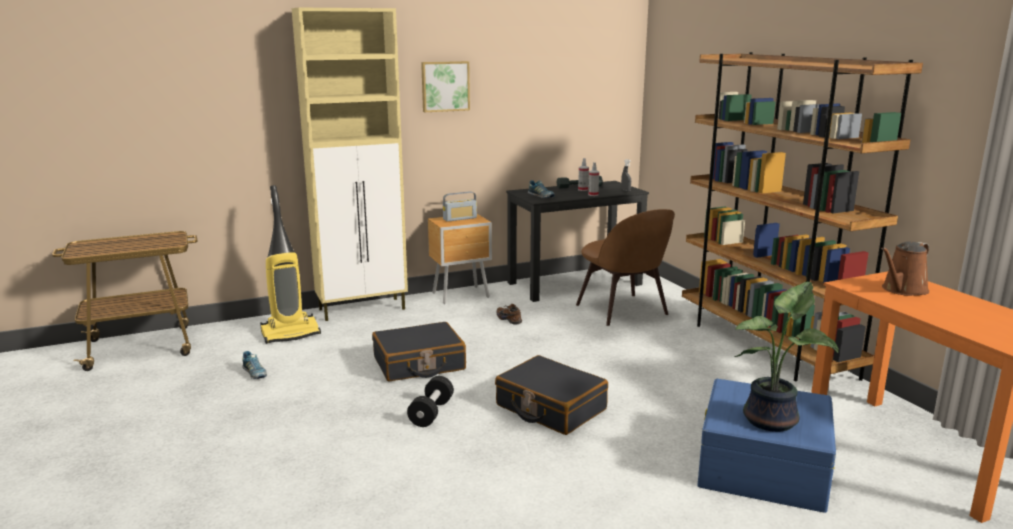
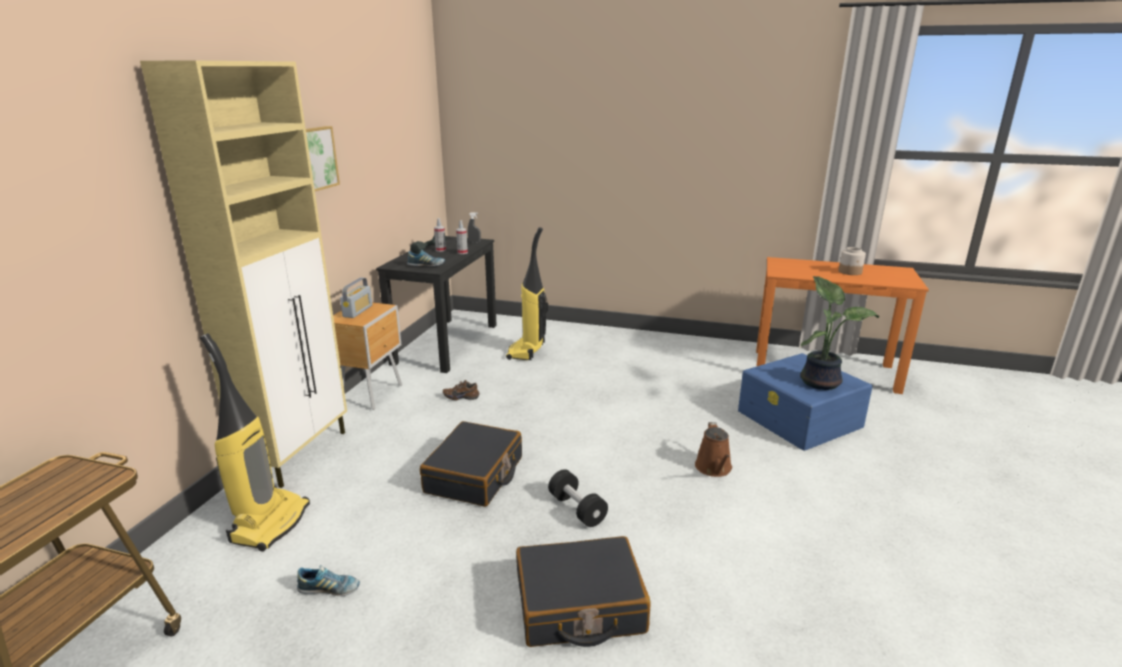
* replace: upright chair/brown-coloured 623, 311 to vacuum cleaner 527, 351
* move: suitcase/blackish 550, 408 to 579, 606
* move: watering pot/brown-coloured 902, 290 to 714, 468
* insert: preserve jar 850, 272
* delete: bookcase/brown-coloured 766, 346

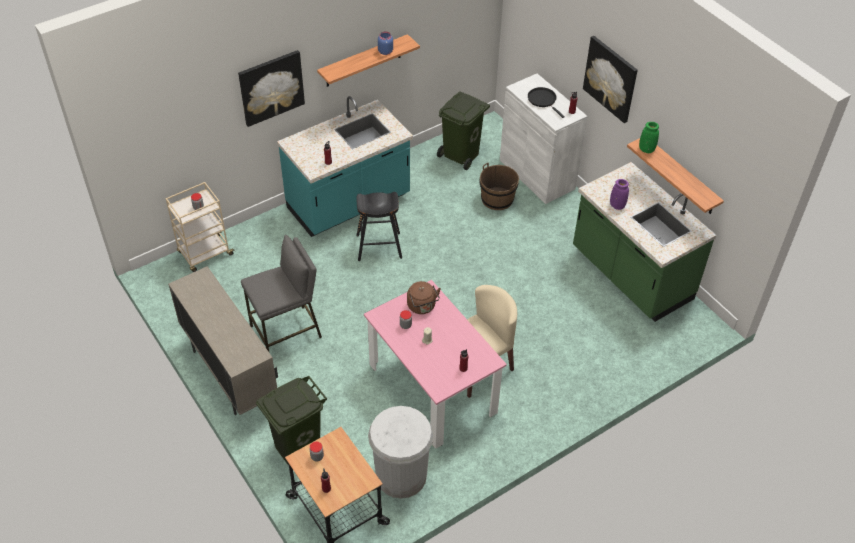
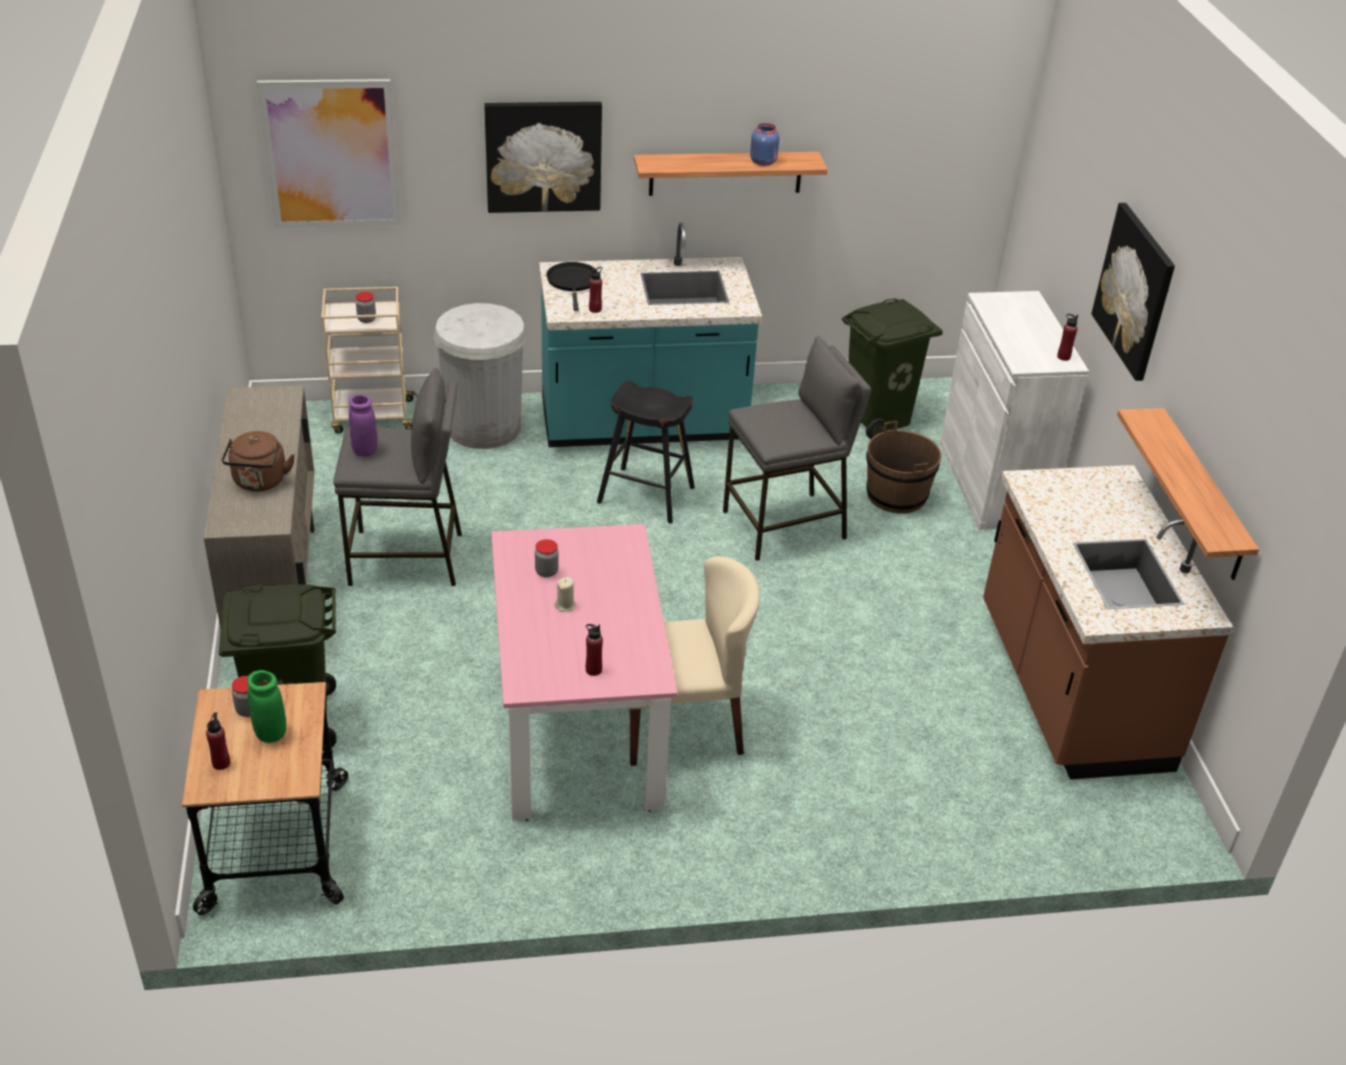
* move: tea kettle/brown-coloured 422, 307 to 259, 482
* move: flower vase/greenish 646, 149 to 270, 733
* insert: wall art 331, 154
* move: flower vase/purple-coloured 617, 205 to 365, 450
* move: rubbish bin/white-coloured 401, 476 to 483, 427
* move: frying pan/blackish 543, 100 to 573, 282
* insert: stool seat/grey 785, 526
* recolor: counter/greenish 630, 275 to counter/brown-coloured 1069, 689

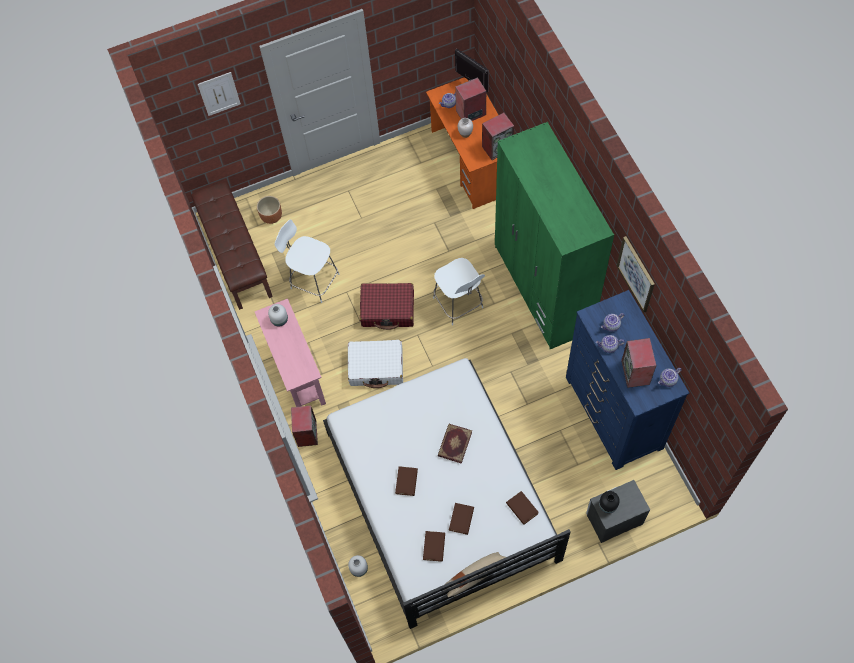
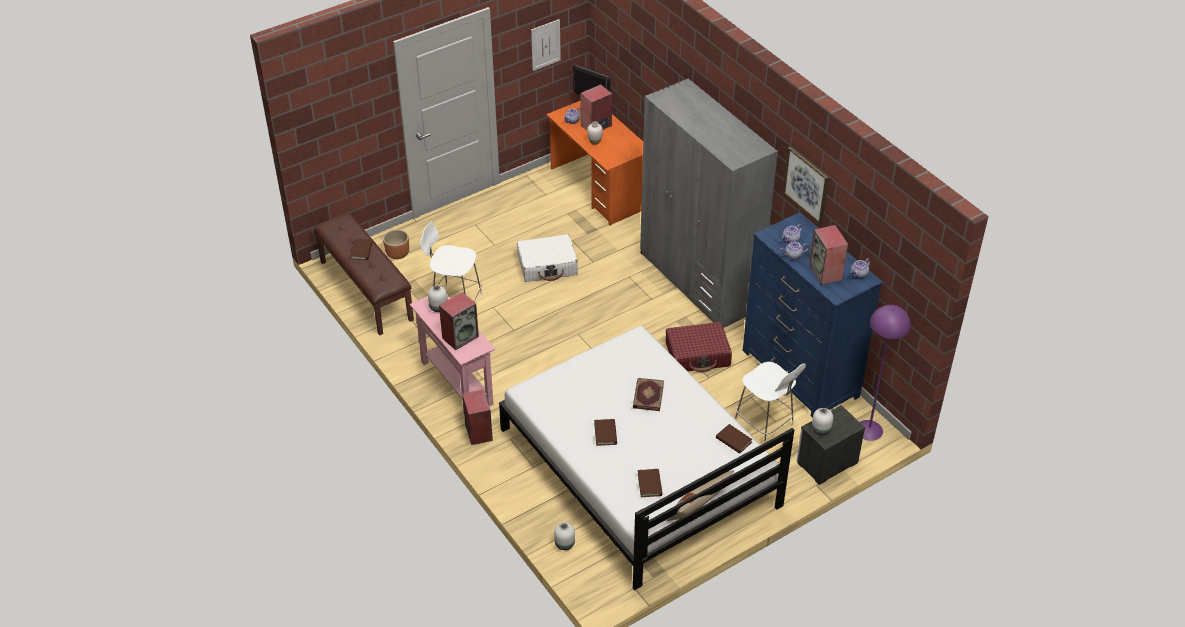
* move: book/brown-coloured 461, 519 to 361, 251
* move: speaker 497, 147 to 460, 337
* move: suitcase/white-coloured 376, 367 to 547, 265
* move: wall art 219, 93 to 545, 44
* recolor: wardrobe/greenish 543, 289 to wardrobe/grey 698, 281
* move: suitcase/red-coloured 388, 309 to 698, 354
* move: upright chair/white-coloured 459, 304 to 765, 424
* recolor: flower vase/blackish 607, 505 to flower vase/white-coloured 820, 429
* insert: standing lamp/purple-coloured 869, 430

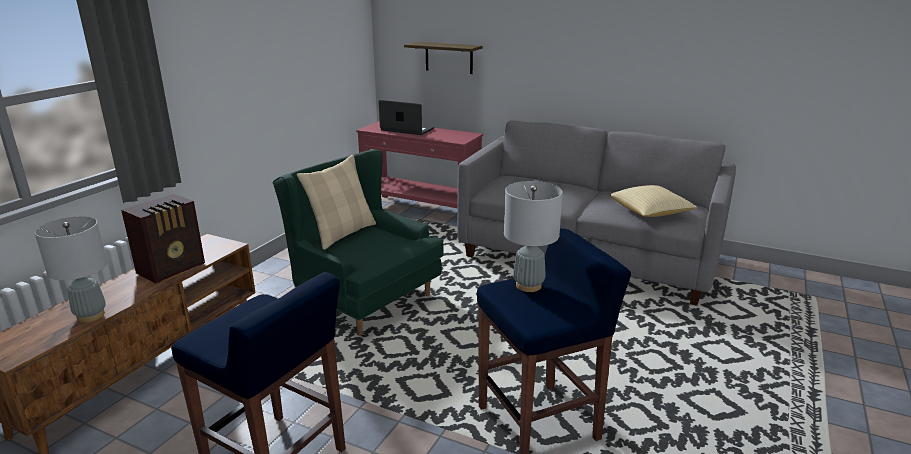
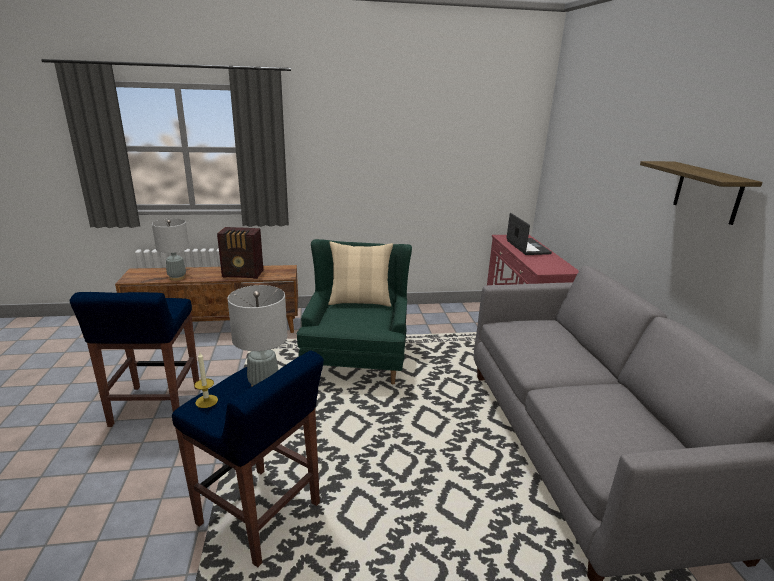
* insert: wax light 206, 401
* move: wall shelf 449, 58 to 707, 192
* delete: pillow 650, 213

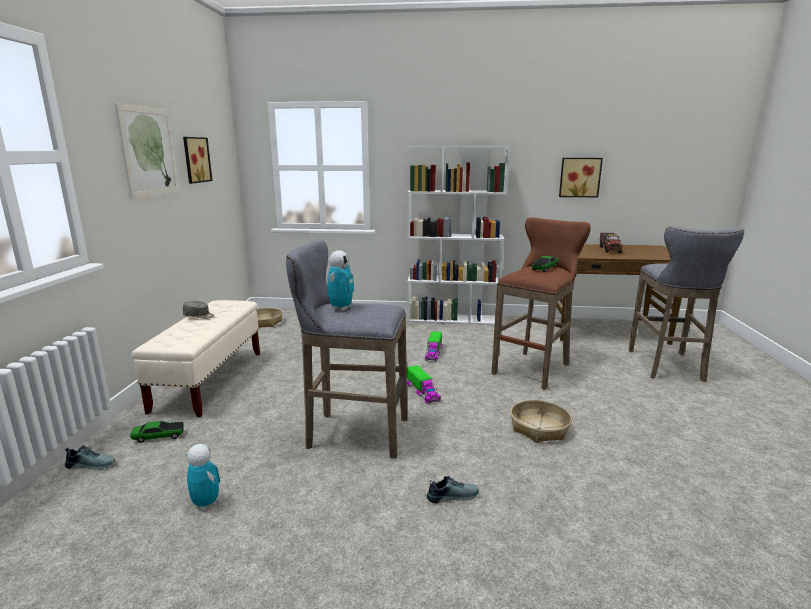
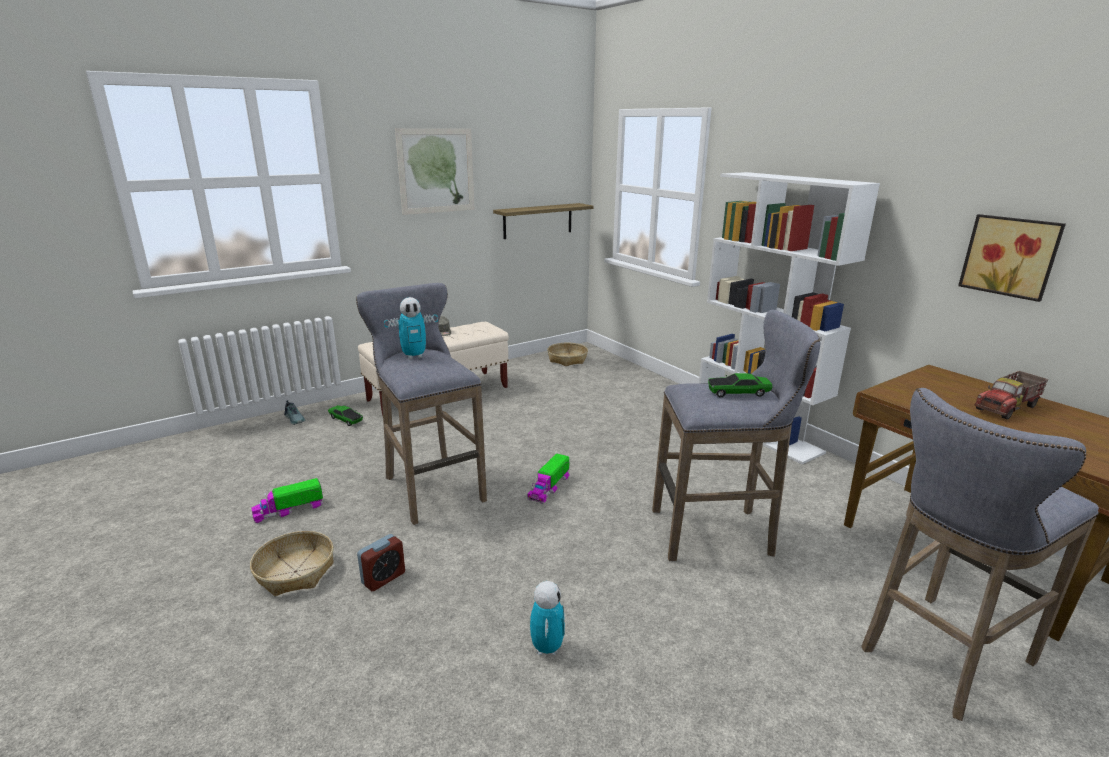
* move: storage basket 539, 428 to 295, 572
* move: model truck 433, 353 to 289, 510
* replace: item of footwear 452, 495 to alarm clock 383, 578
* insert: wall shelf 538, 221
* move: toy robot 206, 503 to 547, 648
* recolor: stool seat/brown-coloured 533, 368 to stool seat/grey 717, 533
* delete: wall art 195, 160

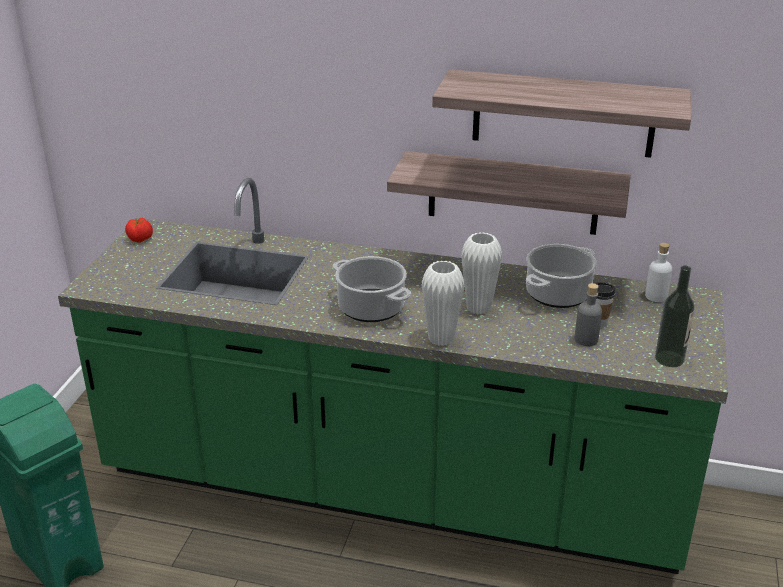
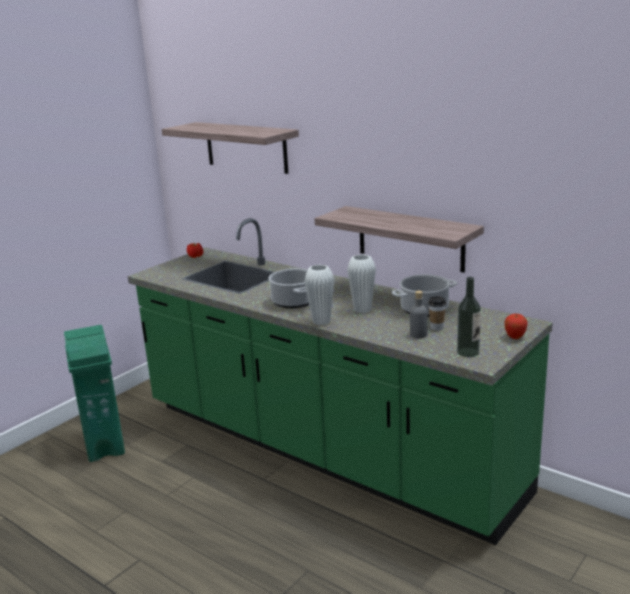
* move: wall shelf 563, 113 to 246, 147
* insert: whole apple 515, 337
* delete: bottle/white-coloured 656, 296

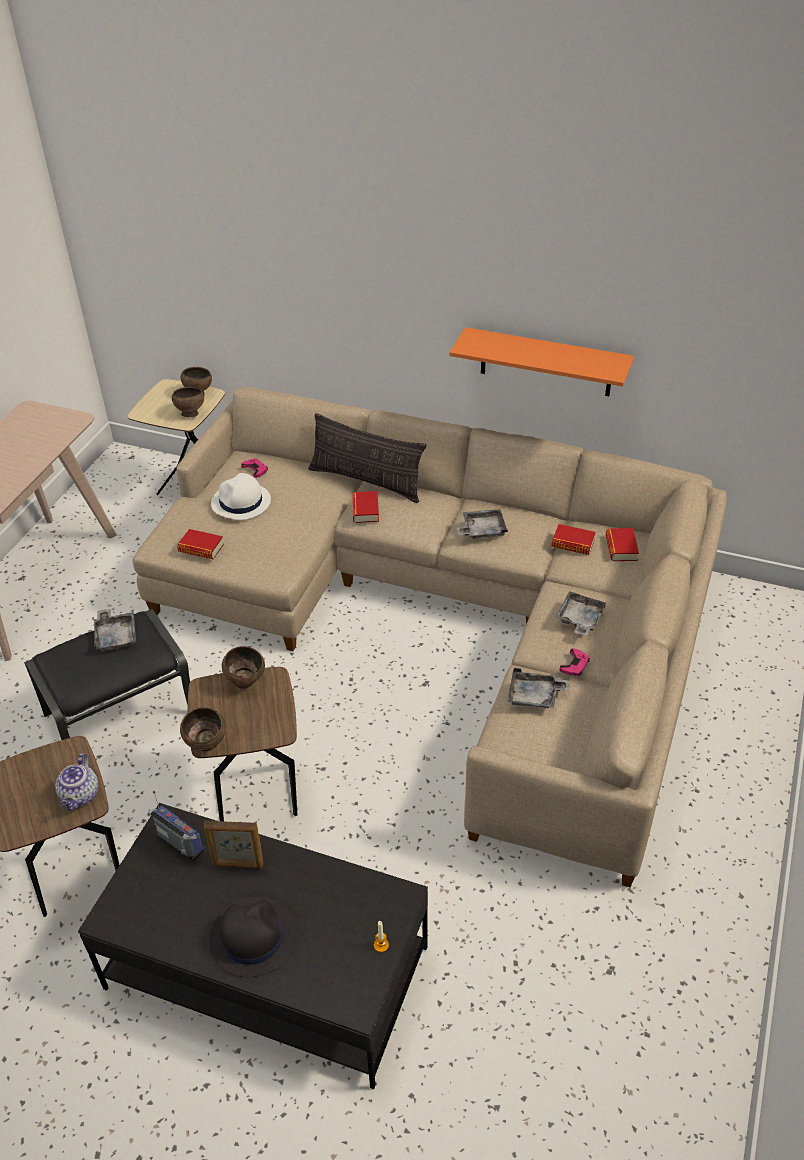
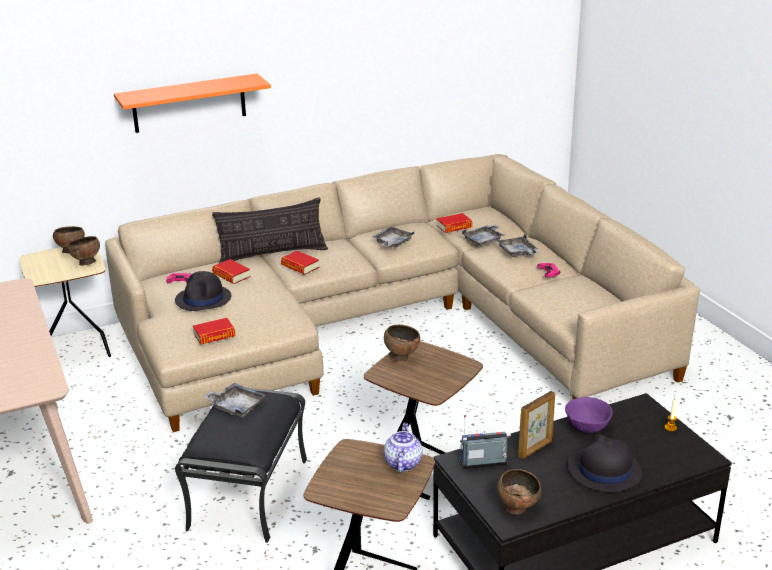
* move: wall shelf/orange-coloured 546, 362 to 189, 103
* recolor: clothing hat/white-coloured 241, 503 to clothing hat/blackish 203, 299
* move: book 621, 548 to 231, 275
* rotate: teapot 80, 796 = 402, 463 135 degrees counterclockwise
* move: serving tray/grey 535, 696 to 484, 240
* move: bowl/brown-coloured 207, 745 to 518, 509
* insert: bowl/purple-coloured 587, 428

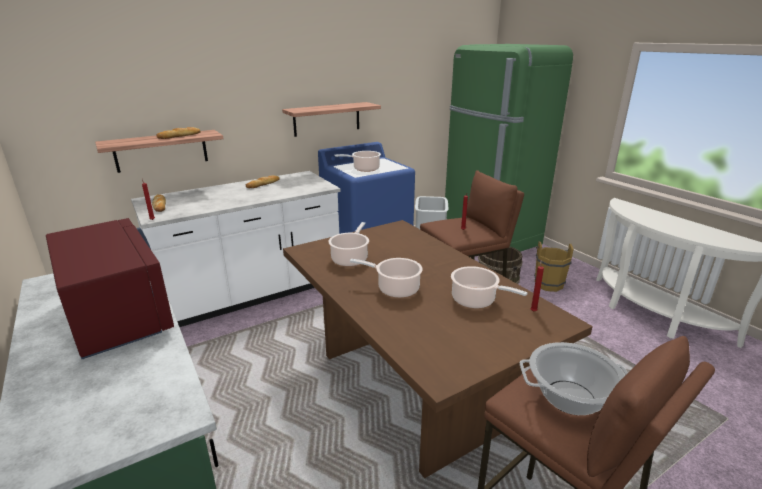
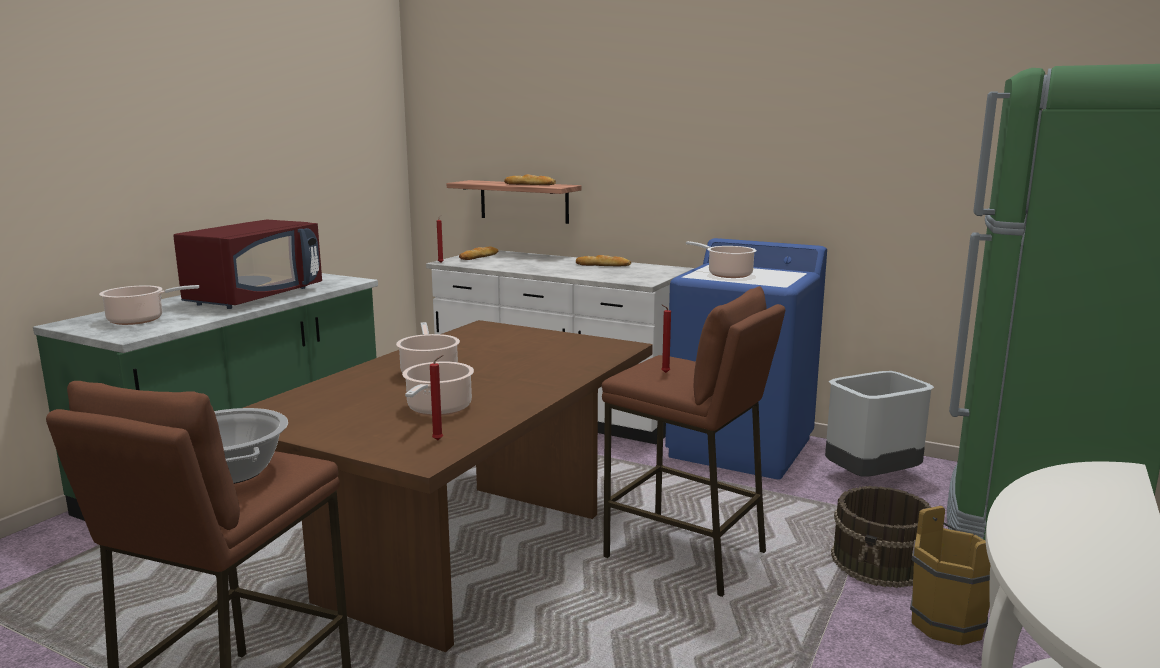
* move: cooking pot 350, 258 to 140, 320
* delete: wall shelf 327, 119

